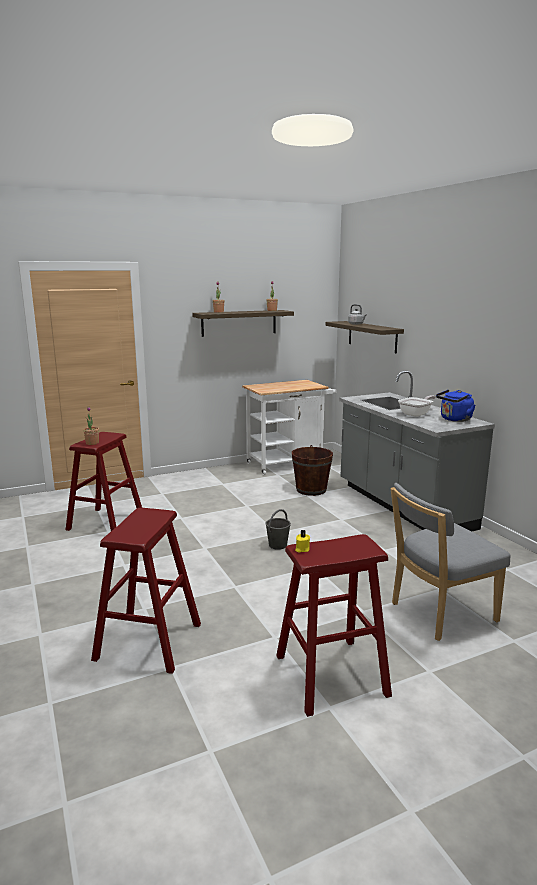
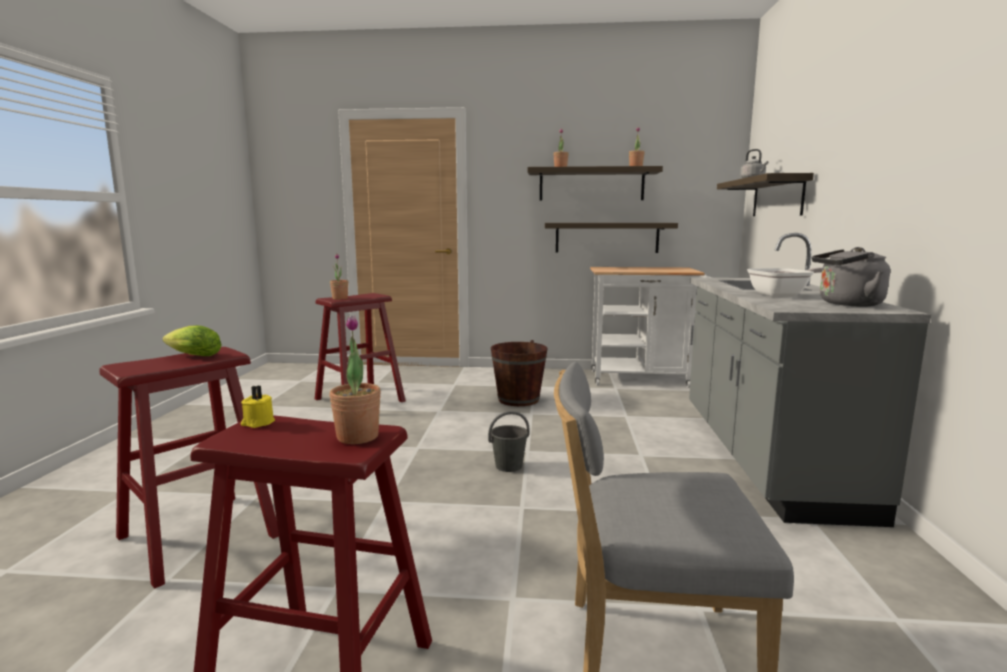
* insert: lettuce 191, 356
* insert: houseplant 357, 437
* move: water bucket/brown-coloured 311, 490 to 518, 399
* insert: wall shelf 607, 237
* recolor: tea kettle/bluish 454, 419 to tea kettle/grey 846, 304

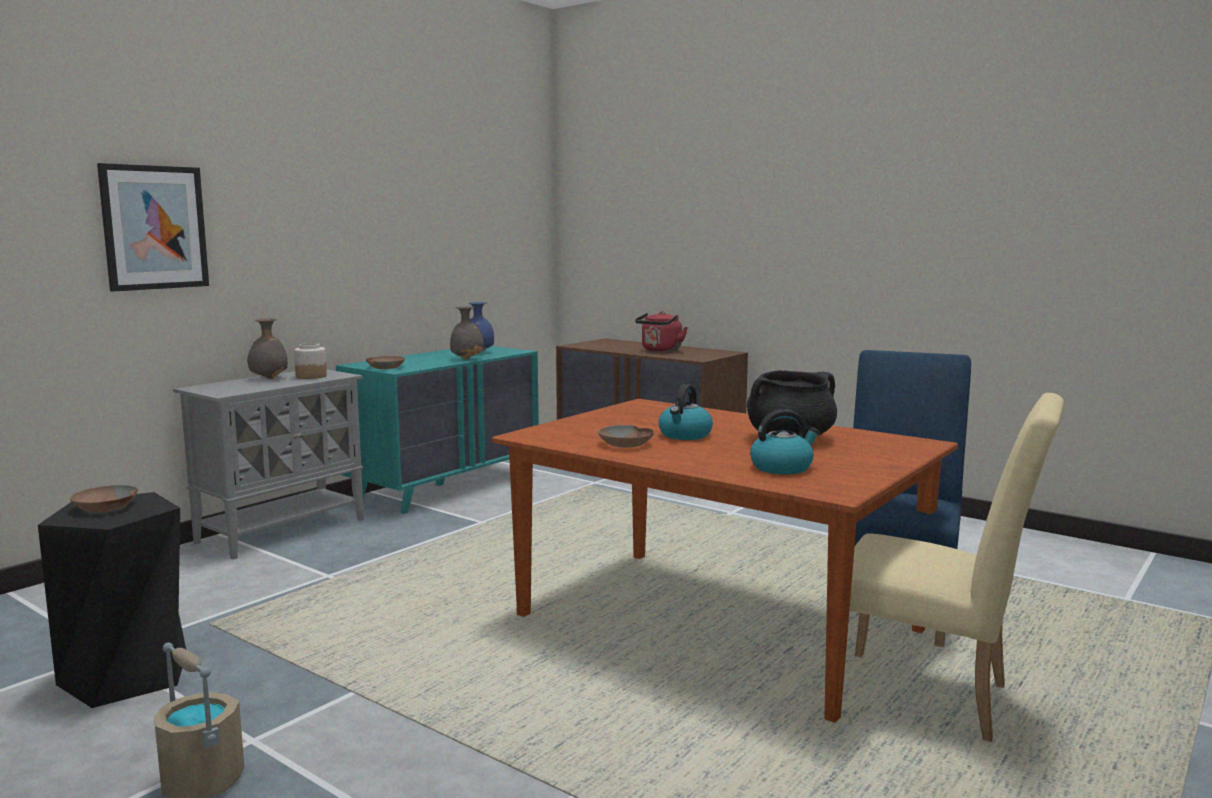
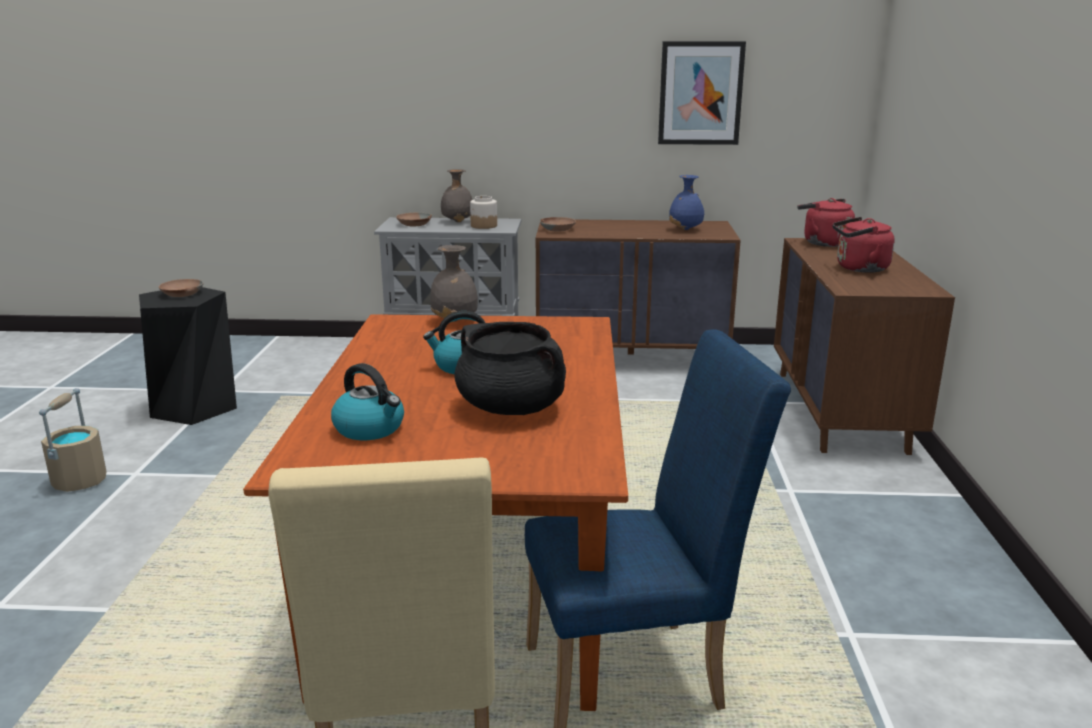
* move: bowl/brown-coloured 626, 444 to 414, 224
* move: flower vase/grey 467, 359 to 455, 321
* recolor: drawer chest/turquoise 446, 486 to drawer chest/brown-coloured 631, 357
* move: wall art 154, 227 to 700, 93
* insert: tea kettle/red-coloured 823, 243

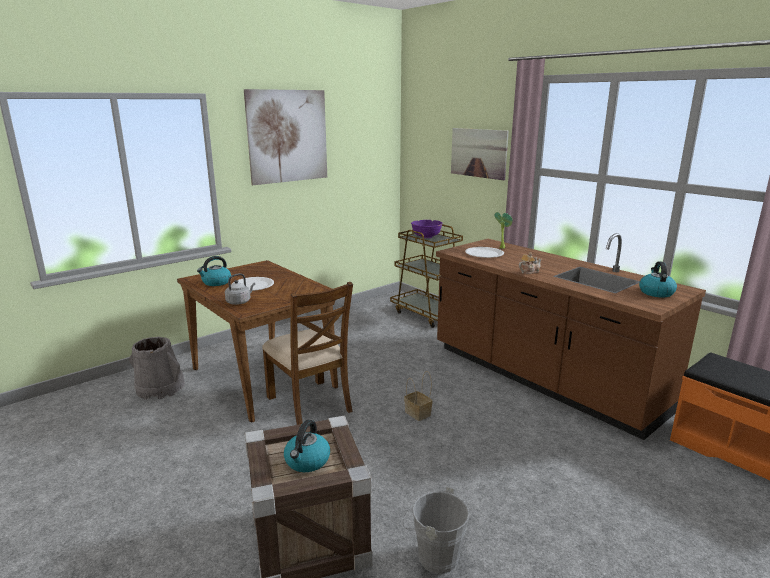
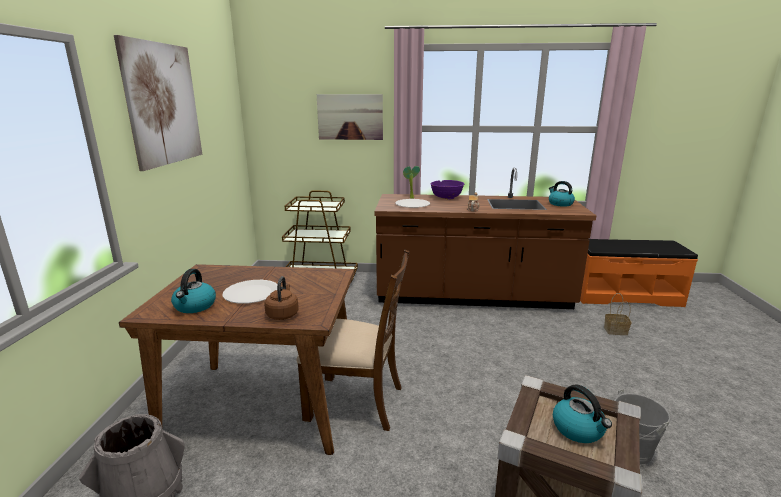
* recolor: tea kettle/grey 239, 302 to tea kettle/brown-coloured 283, 314
* move: bowl/purple-coloured 426, 236 to 446, 198
* move: storage basket 418, 413 to 616, 330

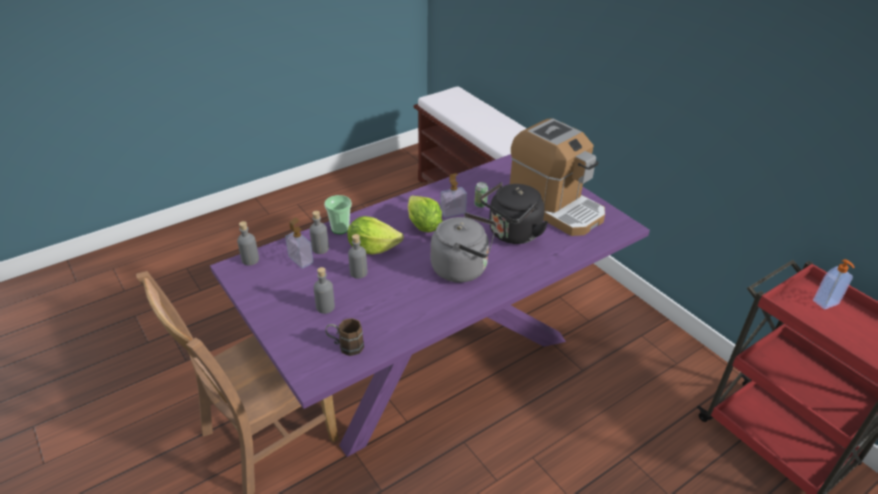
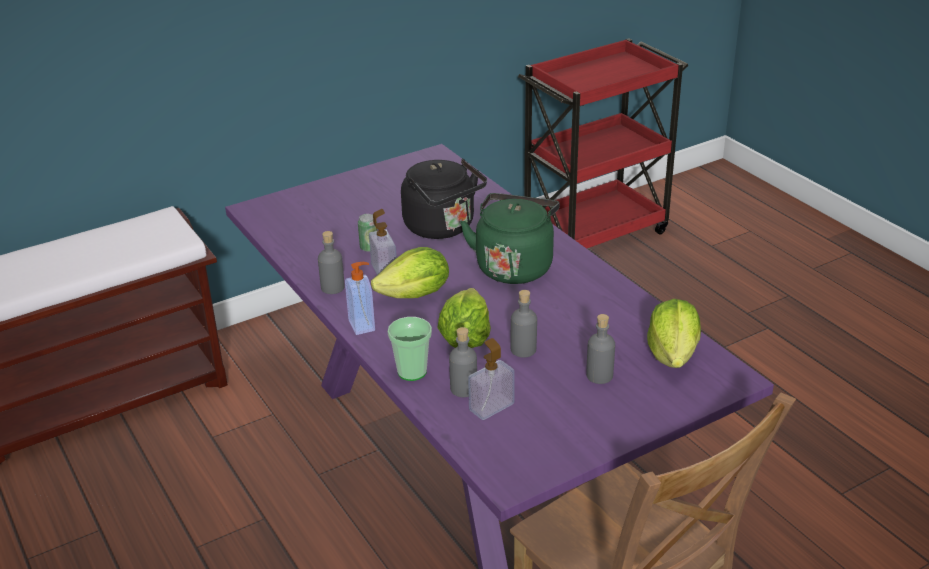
* move: bottle/grey 250, 260 to 332, 287
* move: soap bottle 826, 303 to 363, 325
* recolor: tea kettle/grey 463, 268 to tea kettle/greenish 514, 266
* replace: mug/brown-coloured 345, 346 to lettuce 673, 354
* delete: coffee maker 555, 207

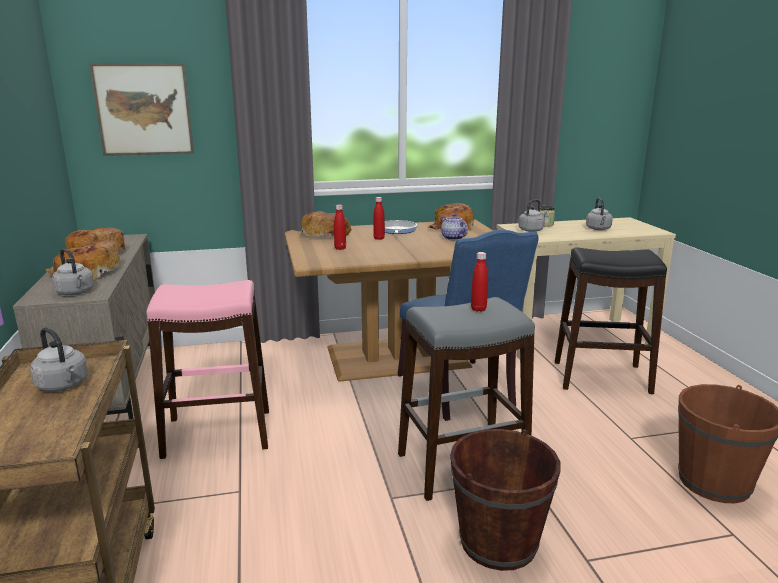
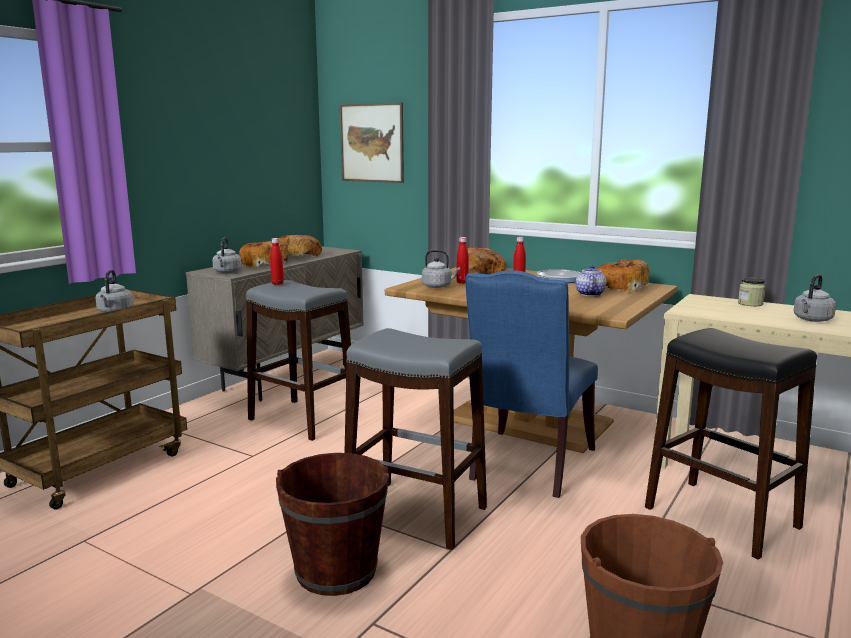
* recolor: stool seat/pink 218, 433 to stool seat/grey 303, 419
* move: bottle/red-coloured 478, 309 to 277, 283
* move: tea kettle/grey 531, 230 to 438, 286

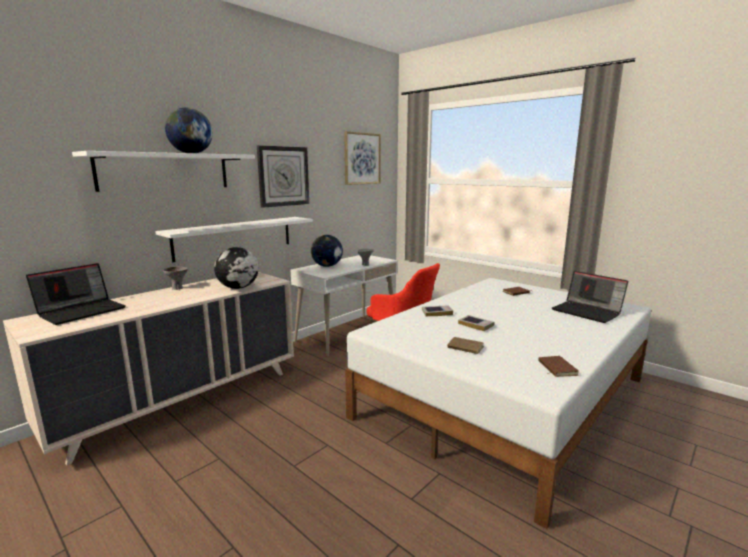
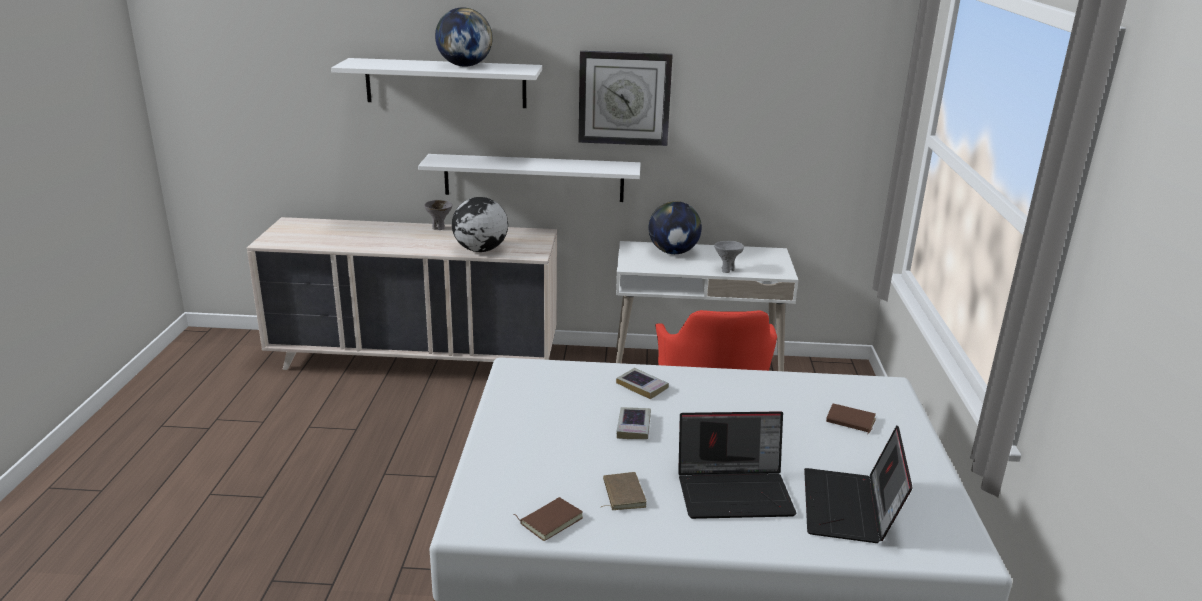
* move: book/brown-coloured 465, 348 to 622, 494
* move: notebook computer 82, 311 to 735, 491
* delete: wall art 362, 158

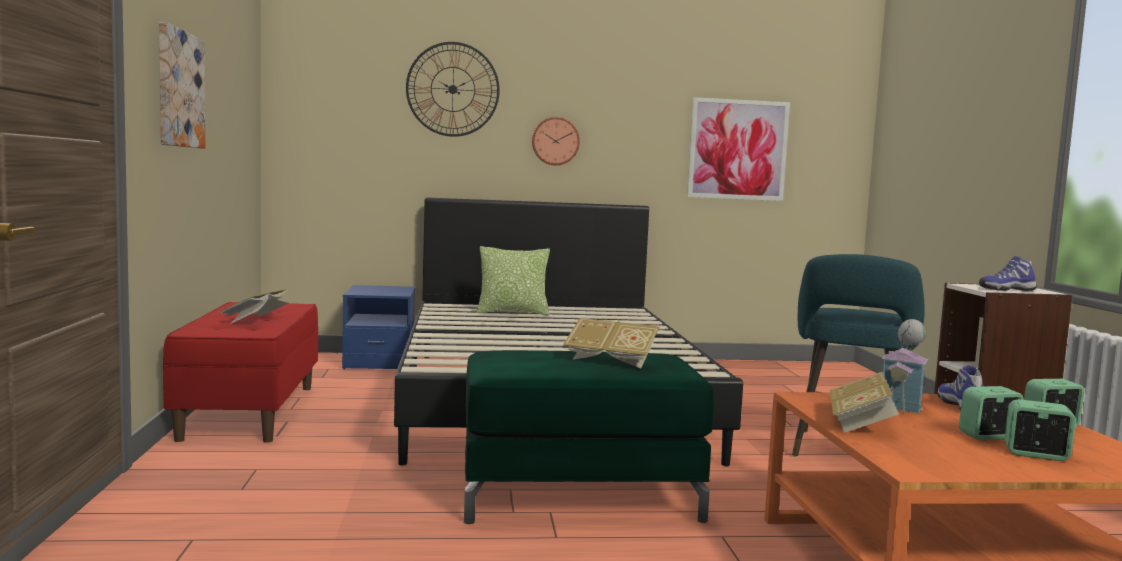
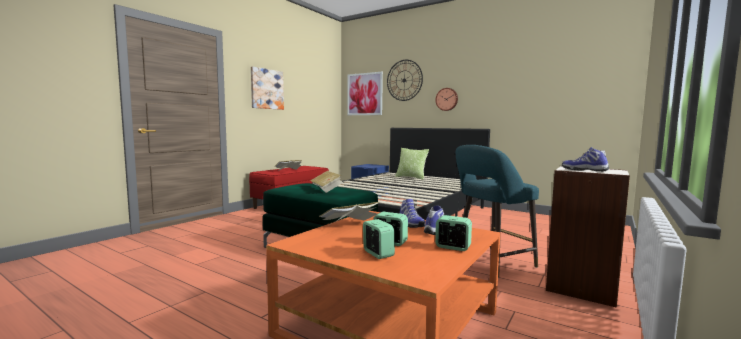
* move: wall art 738, 149 to 364, 94
* replace: model house 903, 403 to item of footwear 410, 224

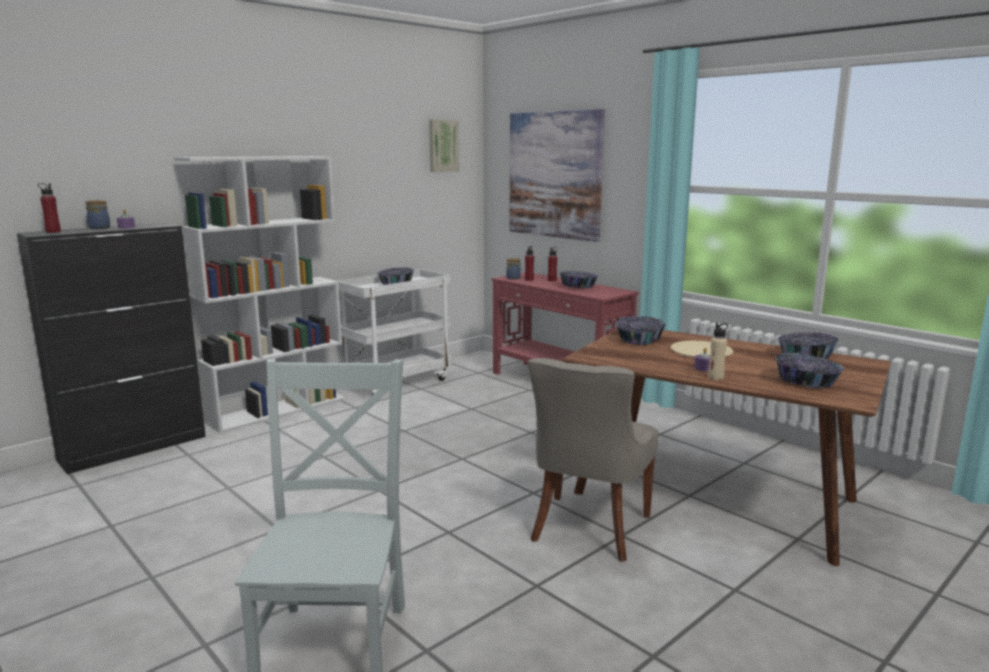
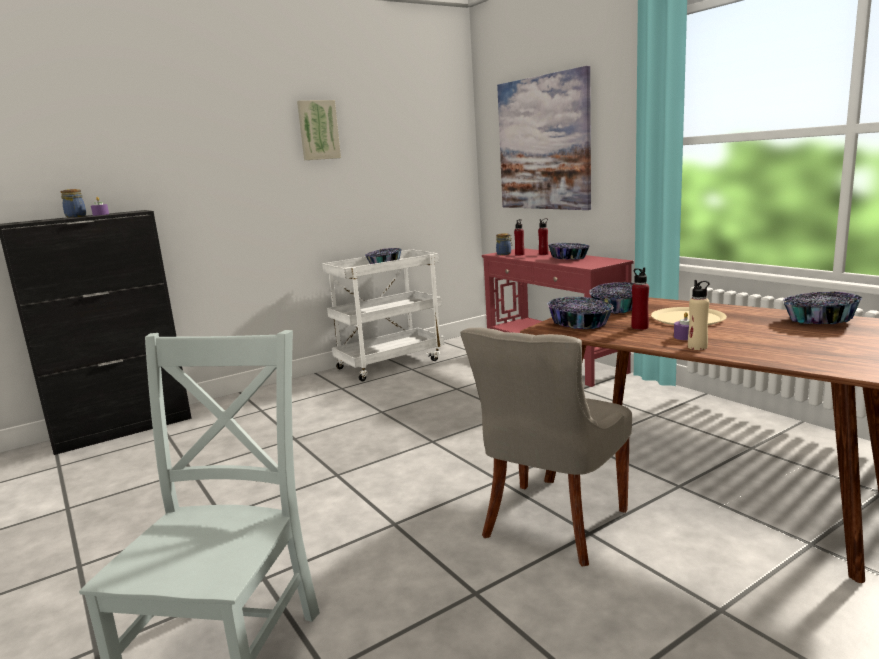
* move: wall art 443, 146 to 318, 130
* move: bowl 806, 382 to 579, 324
* move: bottle/red-coloured 53, 232 to 639, 327
* delete: bookcase/white-coloured 278, 410

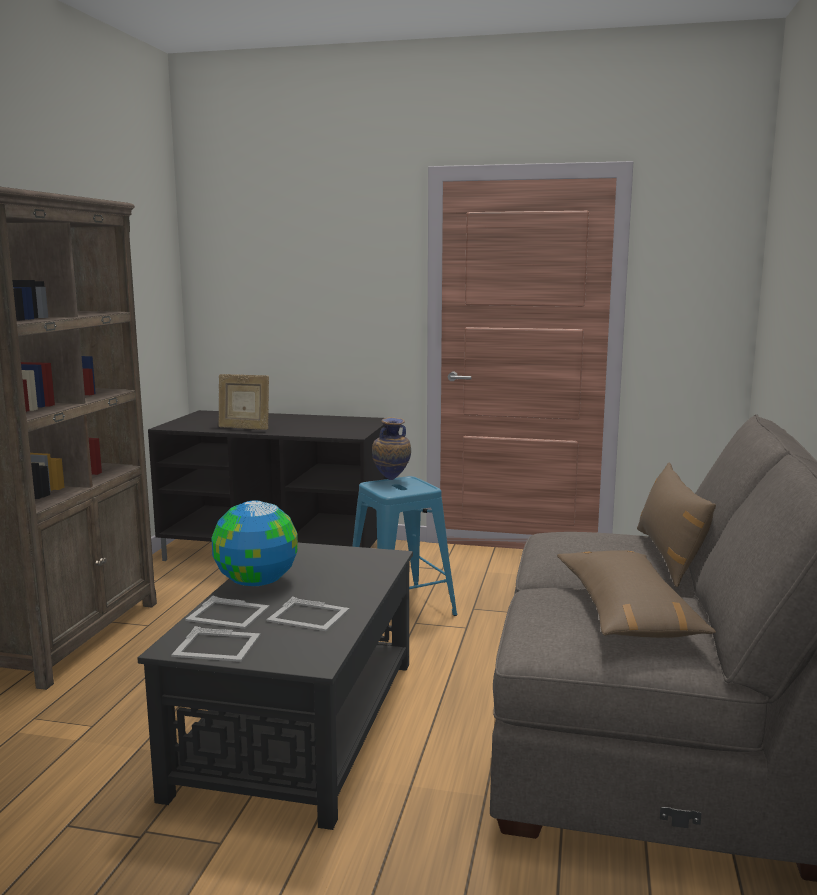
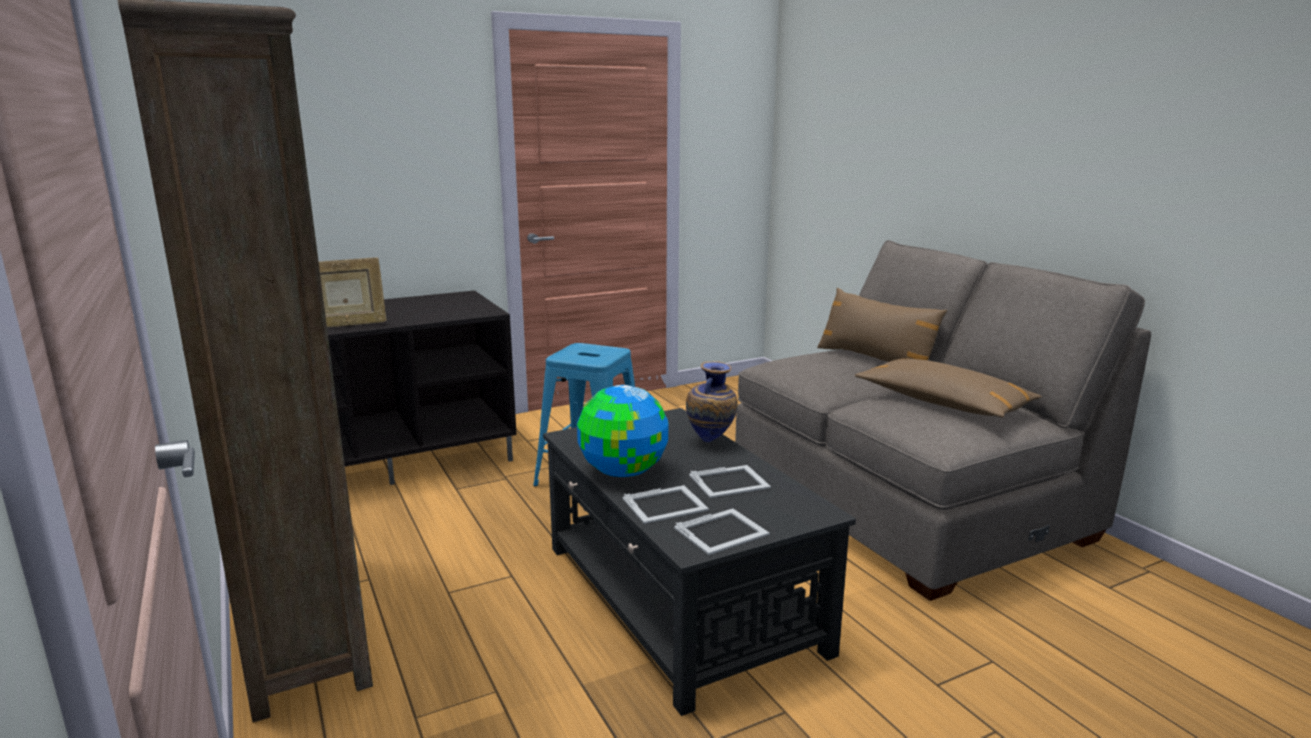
* move: flower vase 391, 480 to 711, 442

